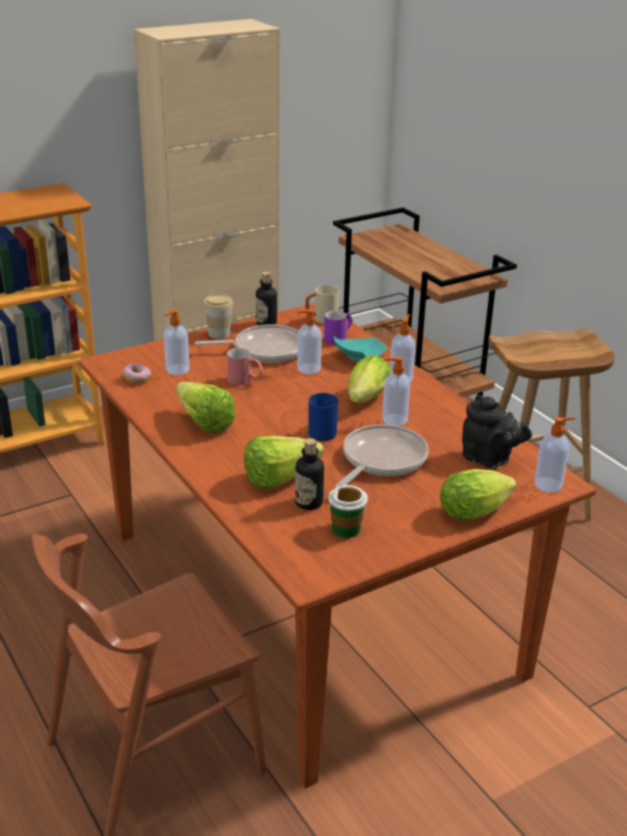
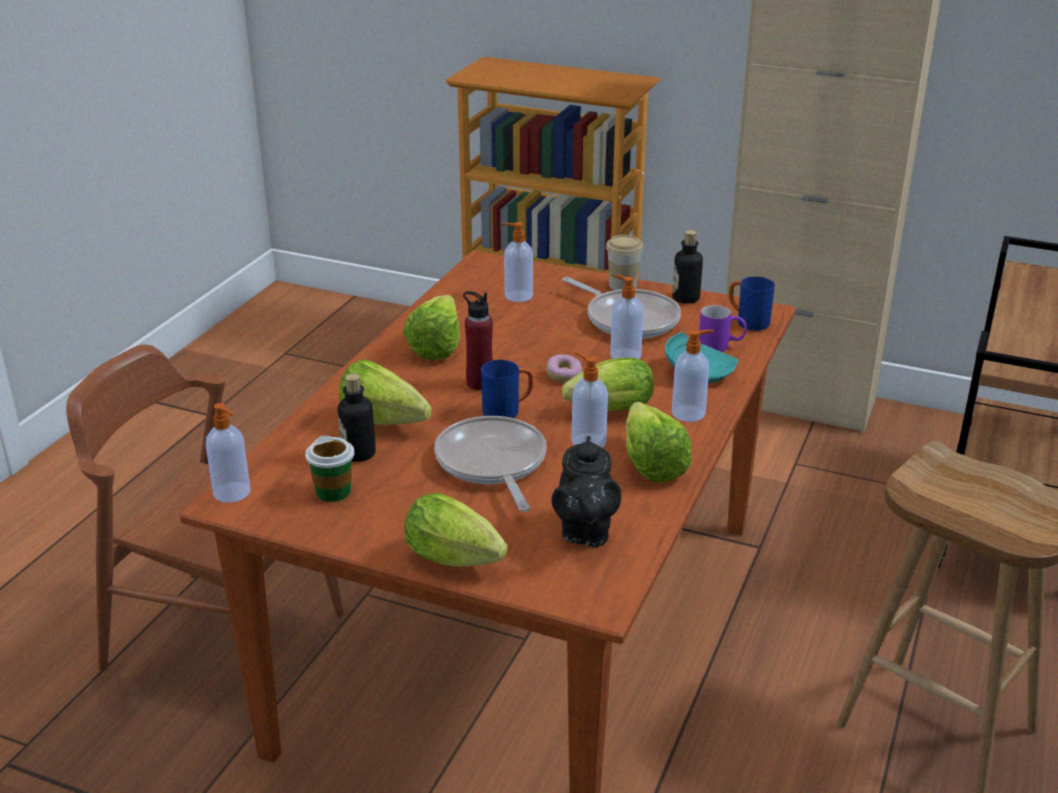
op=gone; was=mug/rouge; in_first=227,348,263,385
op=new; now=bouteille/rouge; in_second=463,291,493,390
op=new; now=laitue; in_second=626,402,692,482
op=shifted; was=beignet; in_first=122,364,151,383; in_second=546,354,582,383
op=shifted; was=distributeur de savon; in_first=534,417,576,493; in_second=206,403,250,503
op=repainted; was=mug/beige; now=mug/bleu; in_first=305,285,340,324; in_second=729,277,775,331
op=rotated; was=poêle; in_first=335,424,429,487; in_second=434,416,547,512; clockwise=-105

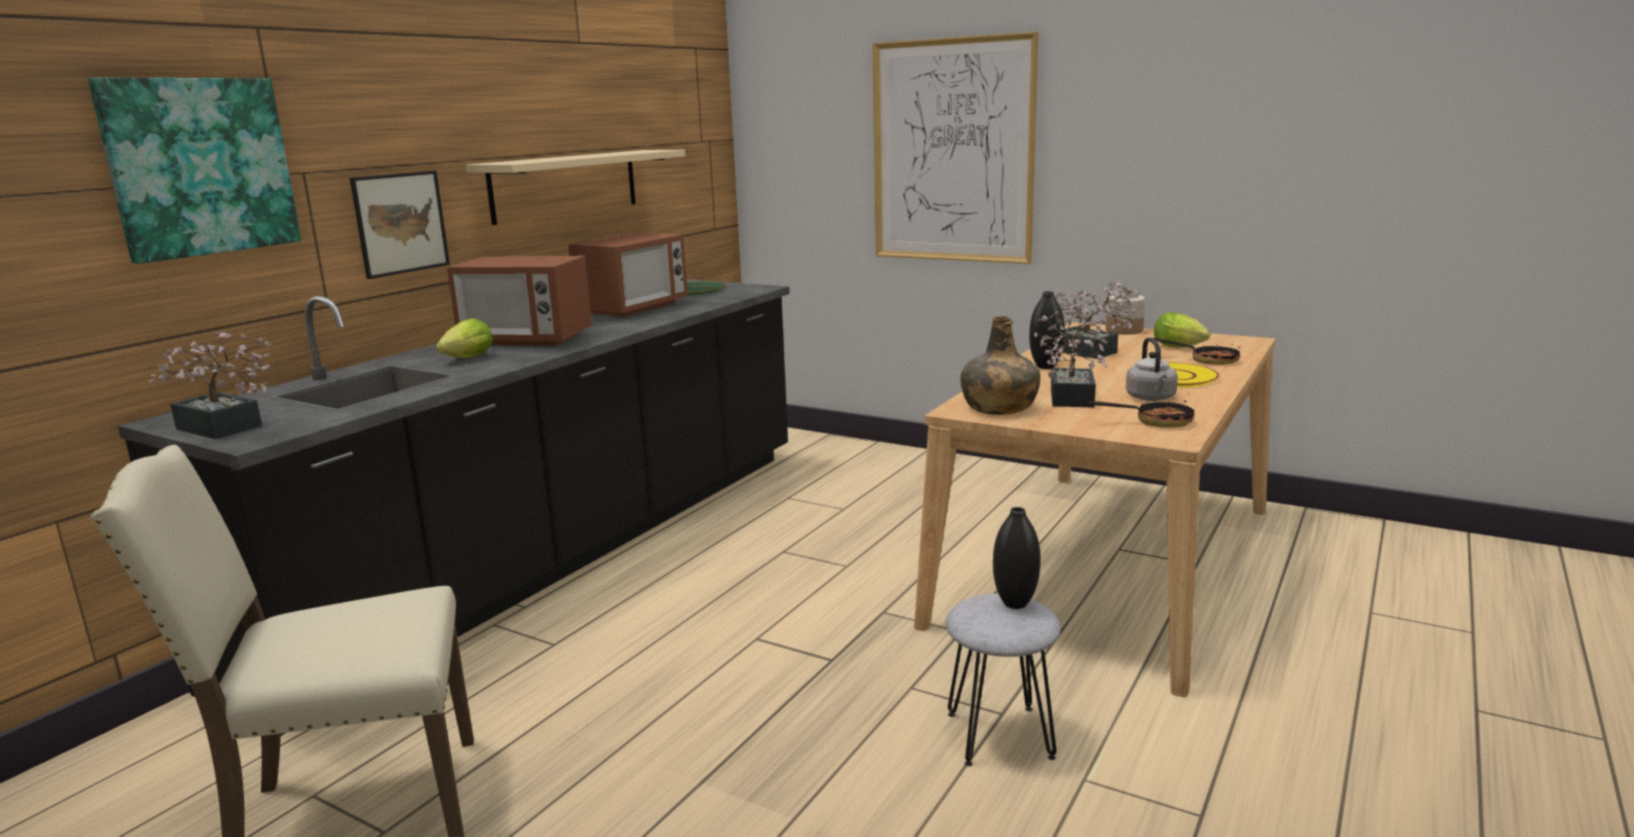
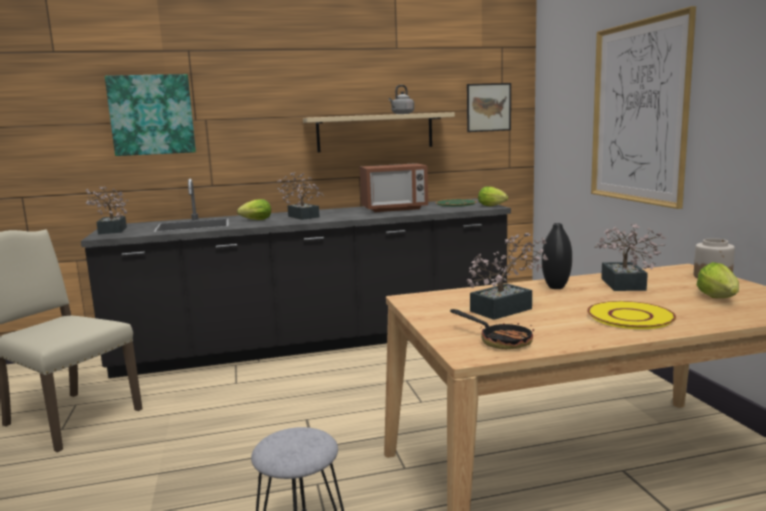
op=gone; was=bouteille/vert; in_first=960,316,1040,415
op=gone; was=vase/noir; in_first=993,507,1041,609
op=gone; was=poêle; in_first=1153,338,1240,365
op=new; now=laitue; in_second=478,186,508,206
op=shifted; was=tableau; in_first=350,171,450,279; in_second=467,83,511,132
op=shifted; was=bouilloire/gris; in_first=1126,337,1178,401; in_second=389,85,414,114
op=swapped; was=micro-ondes; now=plante en pot; in_first=447,256,592,346; in_second=276,172,324,220

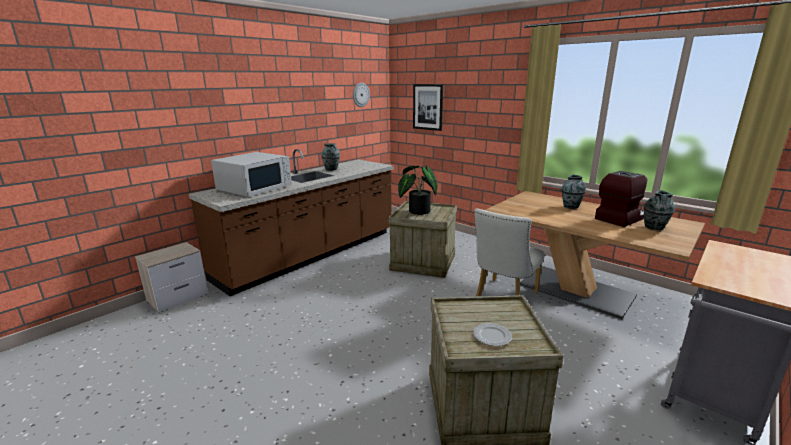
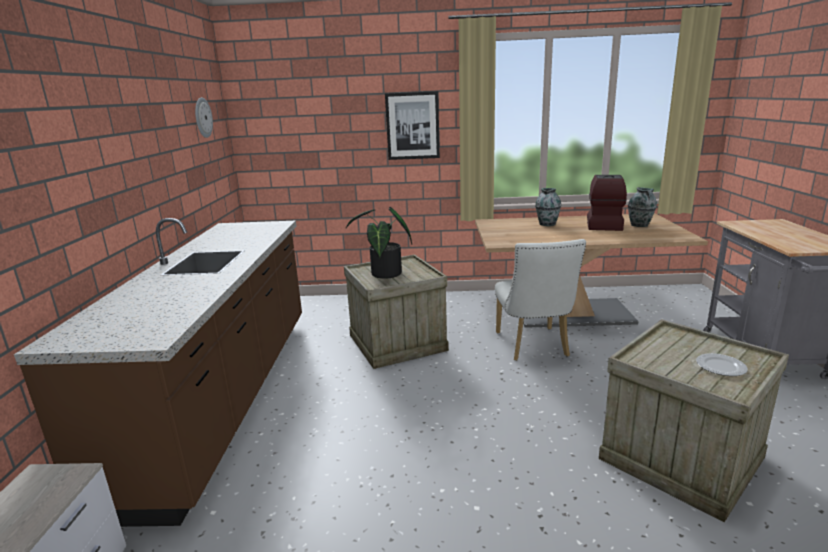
op=gone; was=micro-ondes/blanc; in_first=211,152,292,197
op=gone; was=vase; in_first=321,143,340,171
op=shifted; was=tableau; in_first=413,84,443,131; in_second=385,91,440,160

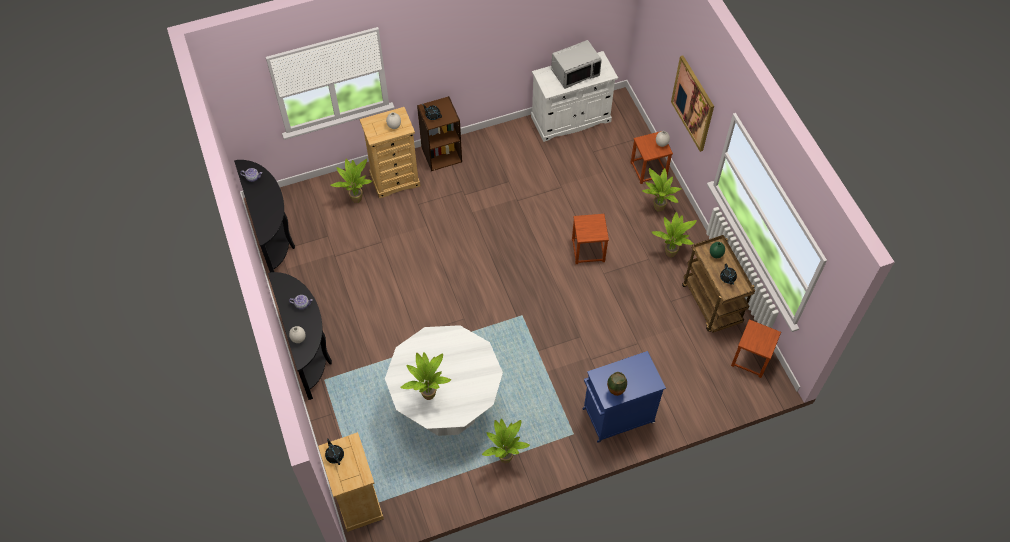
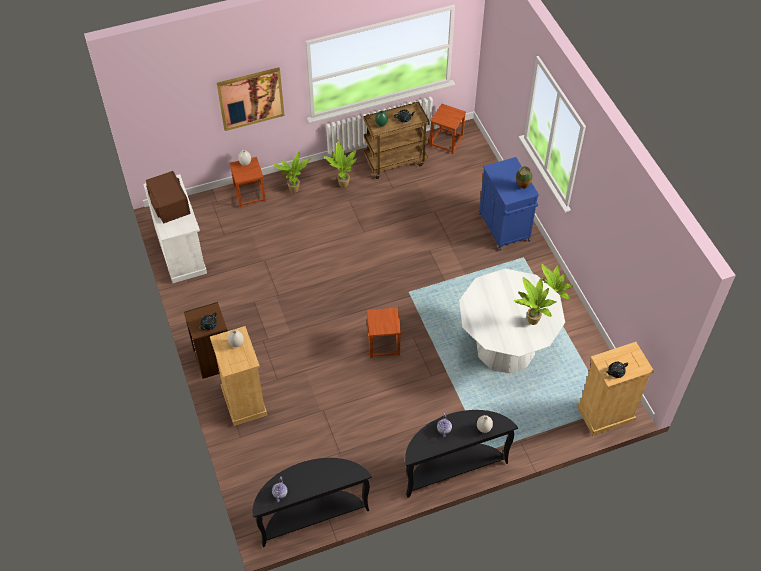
op=gone; was=plante en pot; in_first=331,159,372,203
op=shifted; was=tabouret/marron; in_first=572,214,609,264; in_second=367,308,401,358
op=repainted; was=micro-ondes/gris; now=micro-ondes/marron; in_first=551,40,602,89; in_second=146,171,191,224

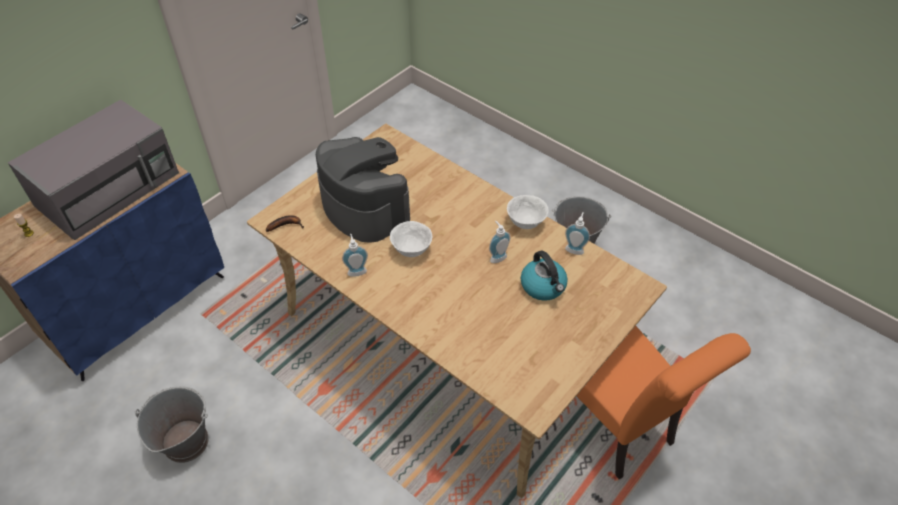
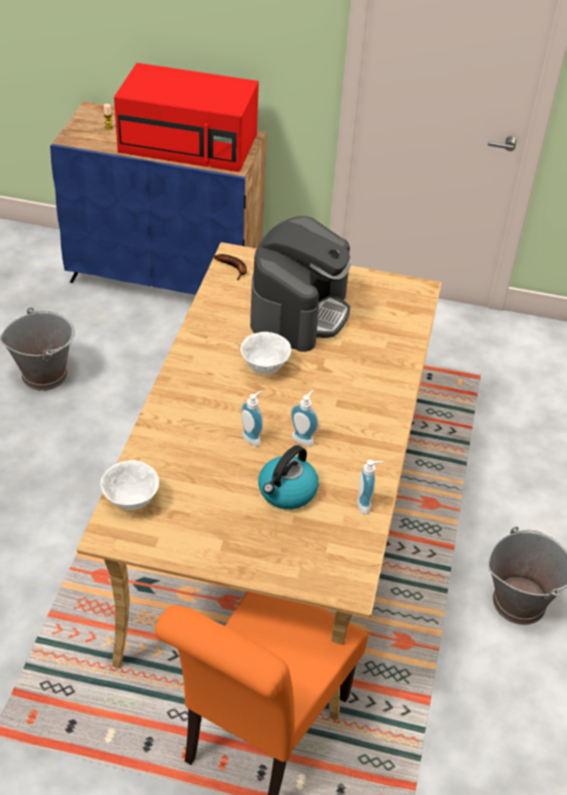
op=shifted; was=distributeur de savon; in_first=342,234,368,277; in_second=241,391,263,446
op=shifted; was=bol/blanc; in_first=507,195,549,229; in_second=100,460,159,510
op=repainted; was=micro-ondes/gris; now=micro-ondes/rouge; in_first=8,100,179,240; in_second=114,63,259,172

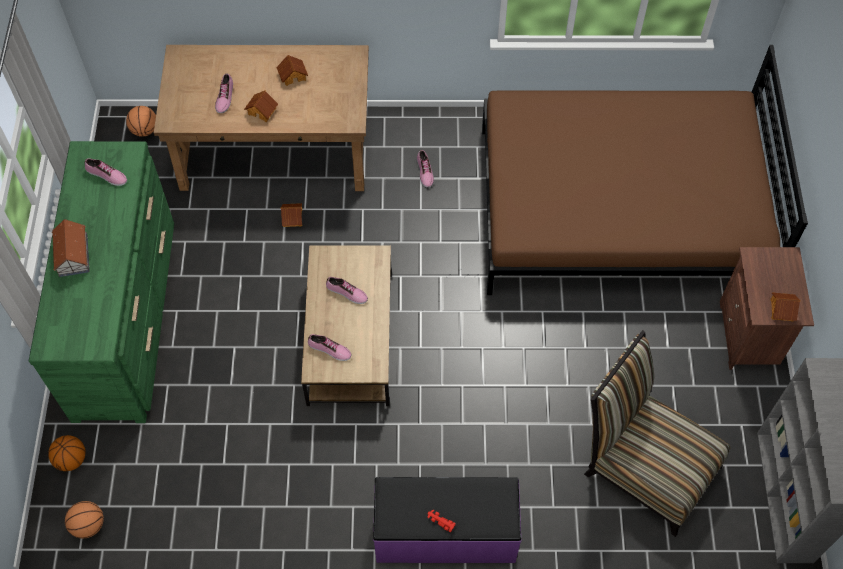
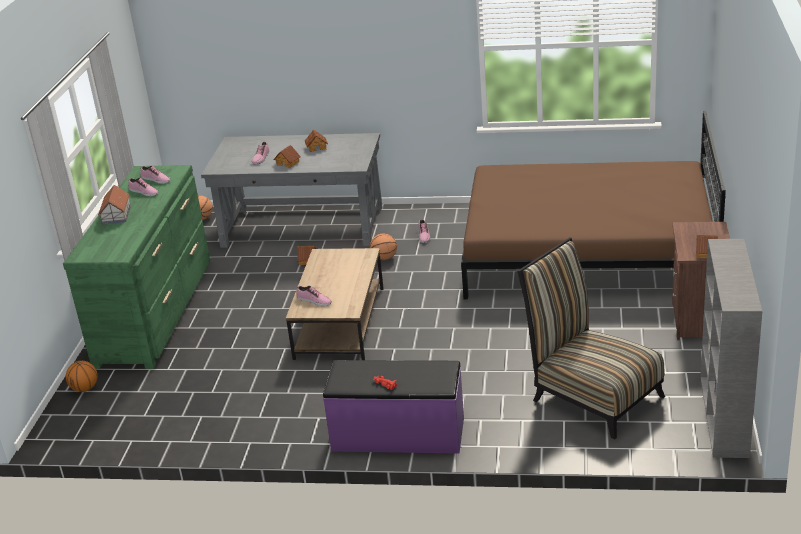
op=shifted; was=ballon de basket; in_first=65,501,104,538; in_second=370,234,397,260
op=shifted; was=chaussure; in_first=326,277,368,304; in_second=128,178,159,196
op=repainted; was=bureau/marron; now=bureau/gris; in_first=154,45,369,191; in_second=201,133,382,248

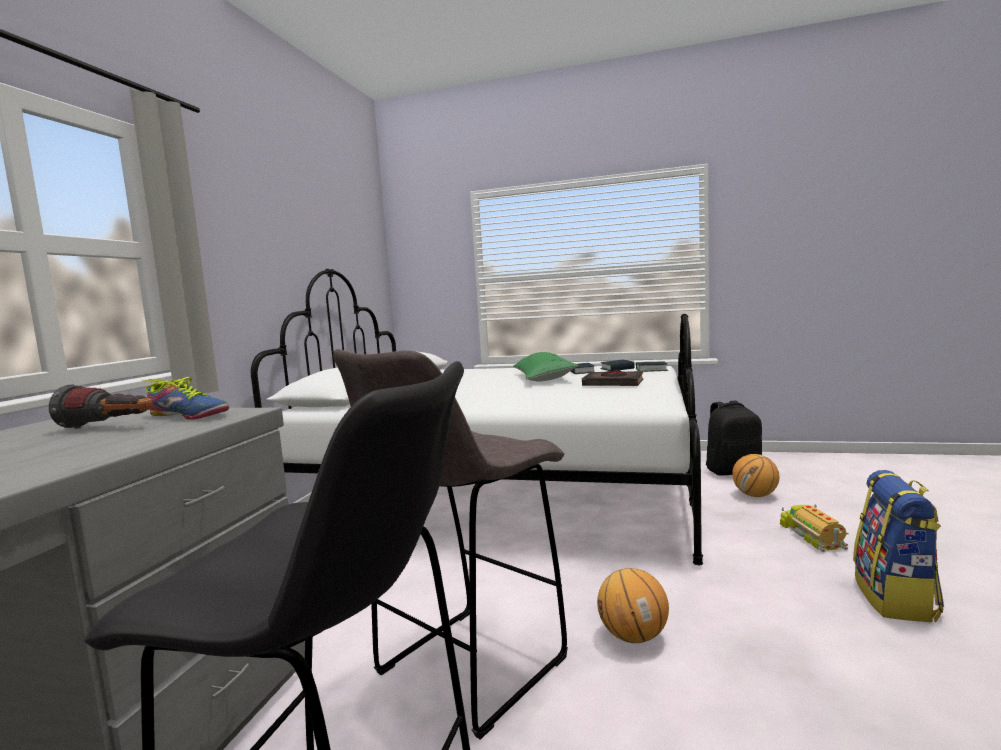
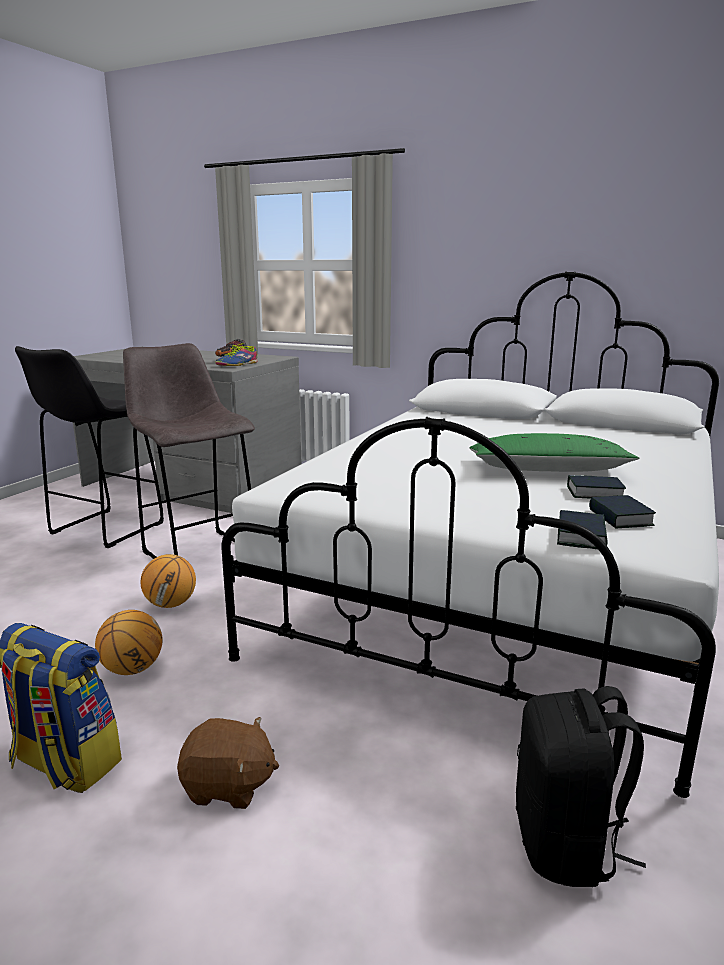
op=gone; was=livre/noir; in_first=582,369,643,386
op=shifted; was=ballon de basket; in_first=732,454,779,497; in_second=95,610,163,675
op=swapped; was=camion jouet; now=peluche/marron; in_first=780,505,849,552; in_second=177,717,279,809

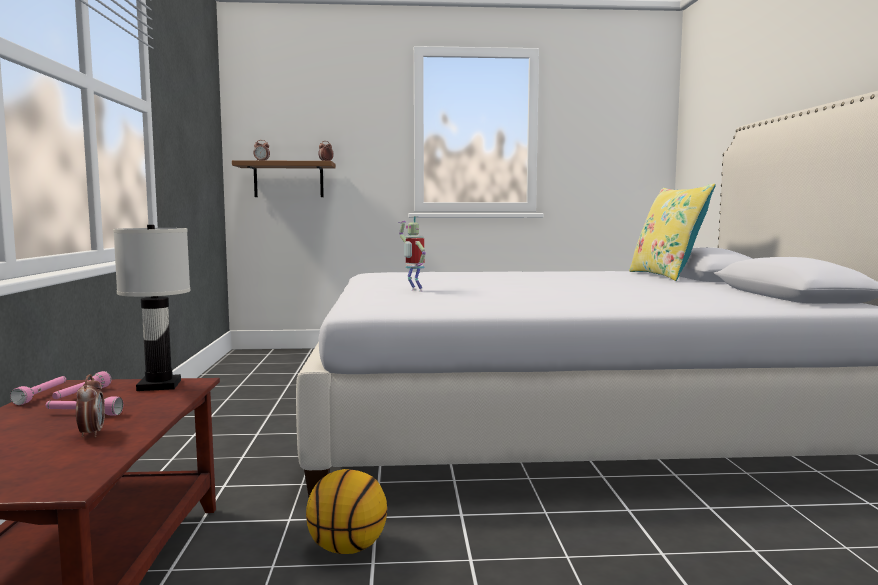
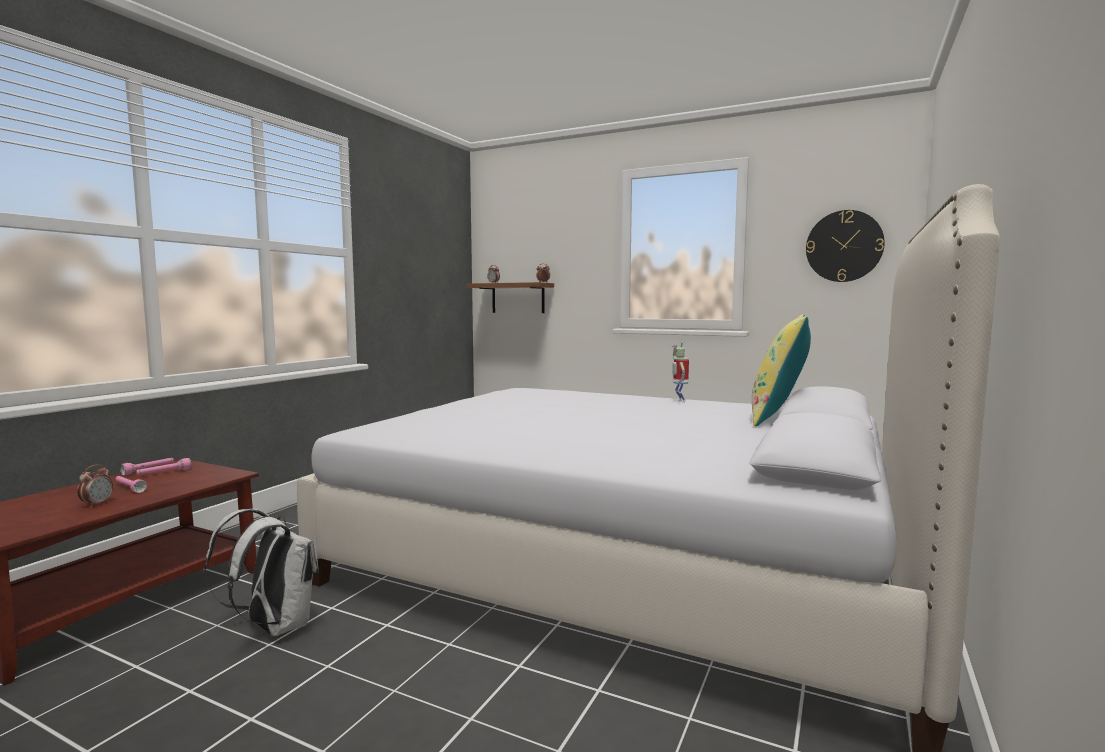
op=gone; was=lampe de table/blanc; in_first=113,225,190,391
op=new; now=horloge murale; in_second=806,210,885,282
op=shifted; was=robot jouet; in_first=399,216,426,292; in_second=671,342,689,402
op=swapped; was=ballon de basket; now=sac à dos/blanc; in_first=306,469,387,554; in_second=205,509,319,636

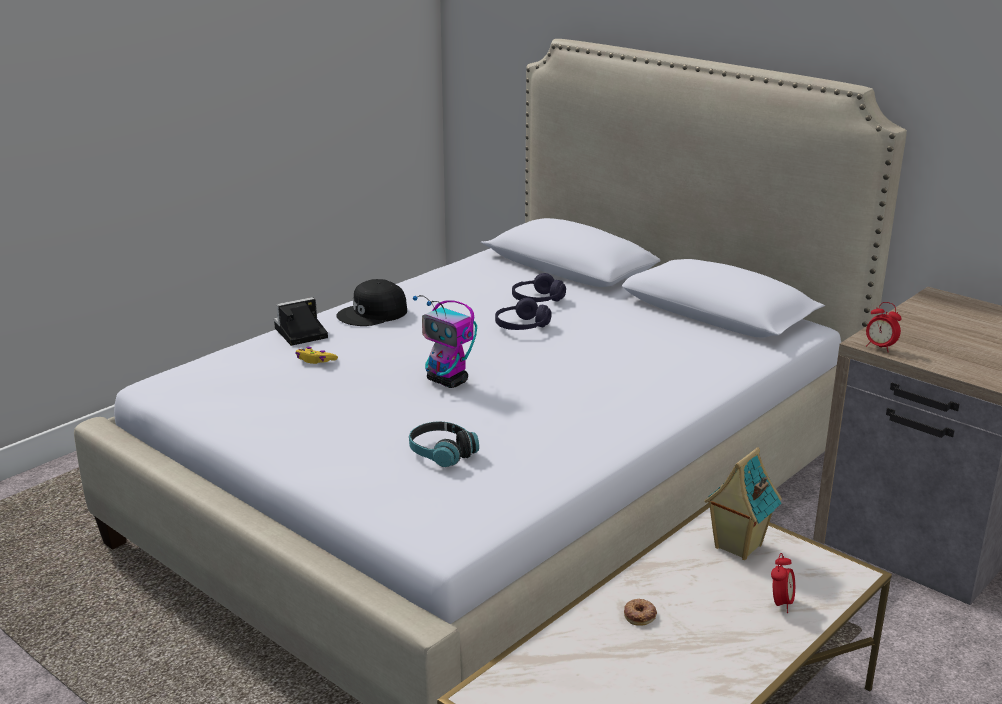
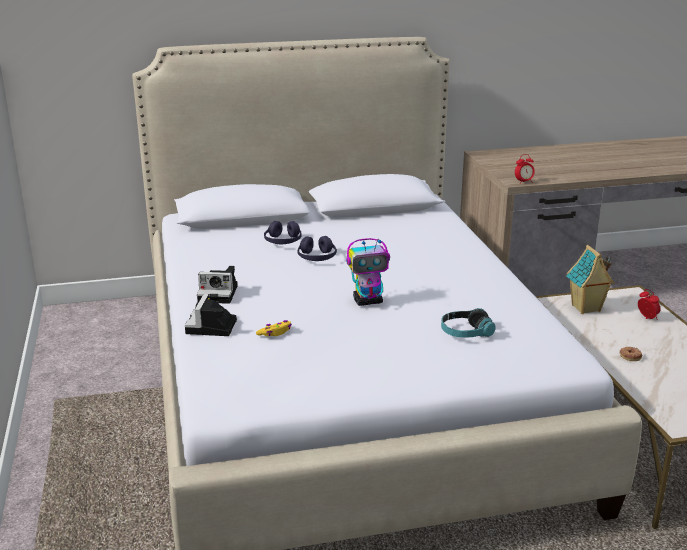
op=swapped; was=casquette/noir; now=appareil photo; in_first=336,279,407,326; in_second=197,266,238,304

